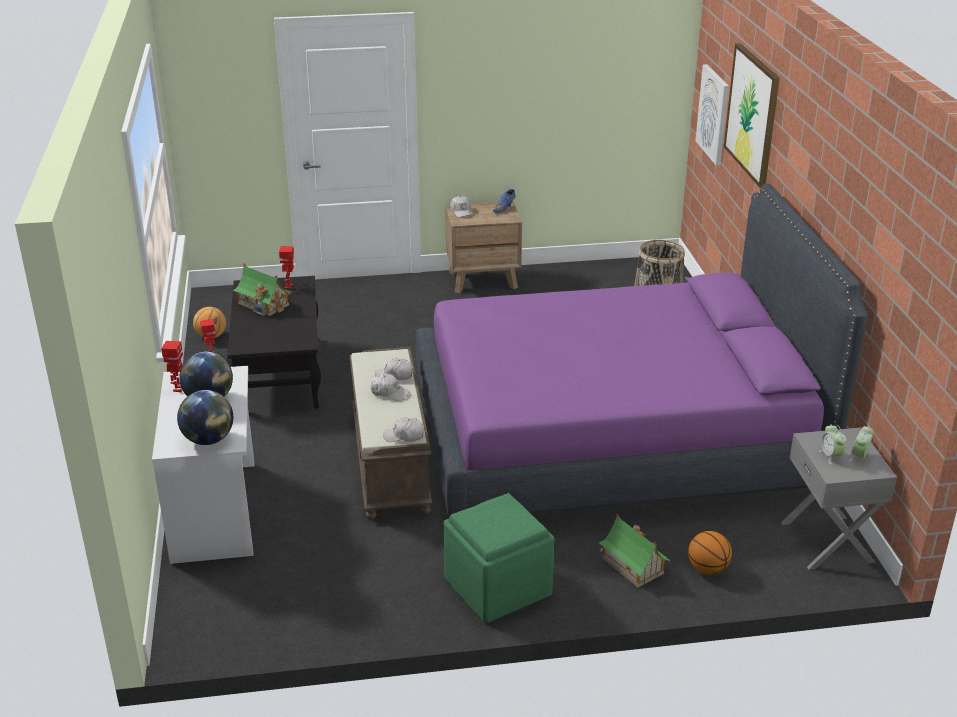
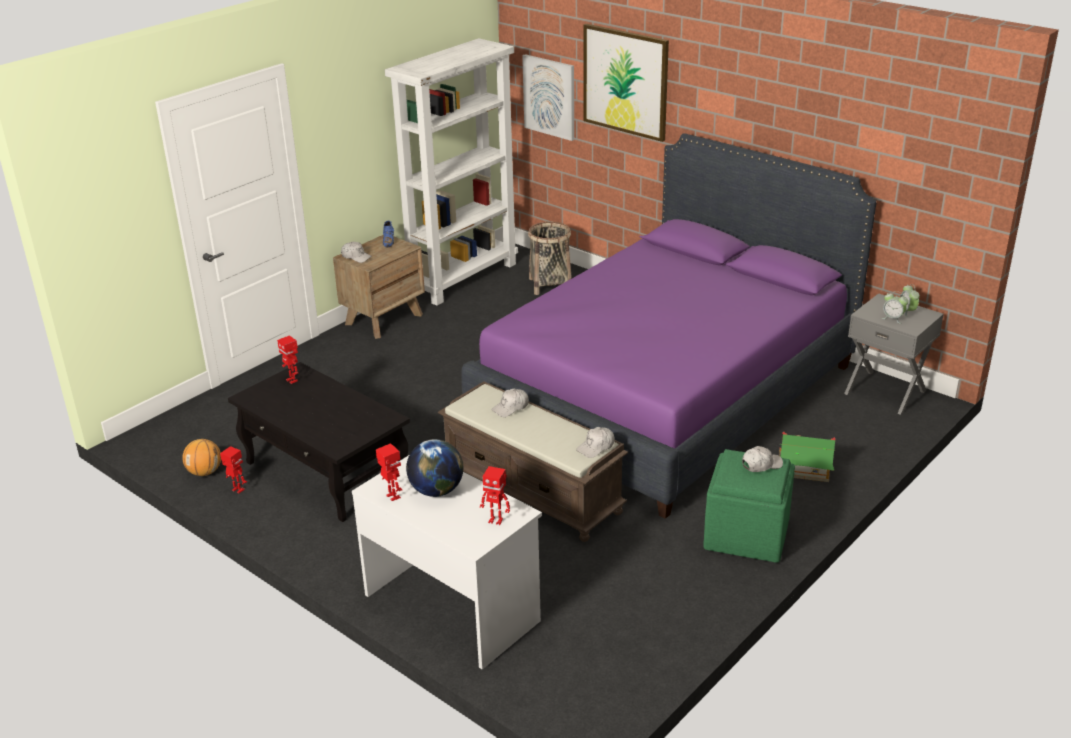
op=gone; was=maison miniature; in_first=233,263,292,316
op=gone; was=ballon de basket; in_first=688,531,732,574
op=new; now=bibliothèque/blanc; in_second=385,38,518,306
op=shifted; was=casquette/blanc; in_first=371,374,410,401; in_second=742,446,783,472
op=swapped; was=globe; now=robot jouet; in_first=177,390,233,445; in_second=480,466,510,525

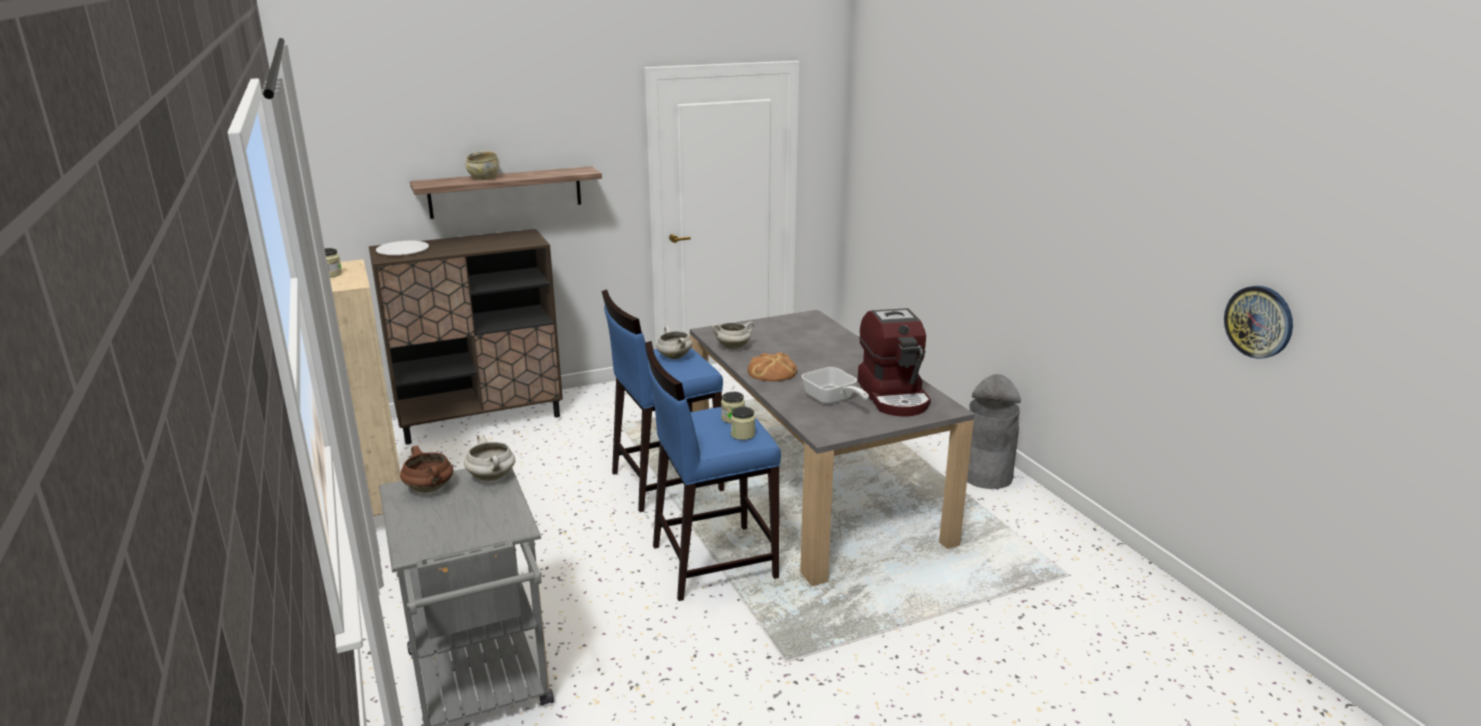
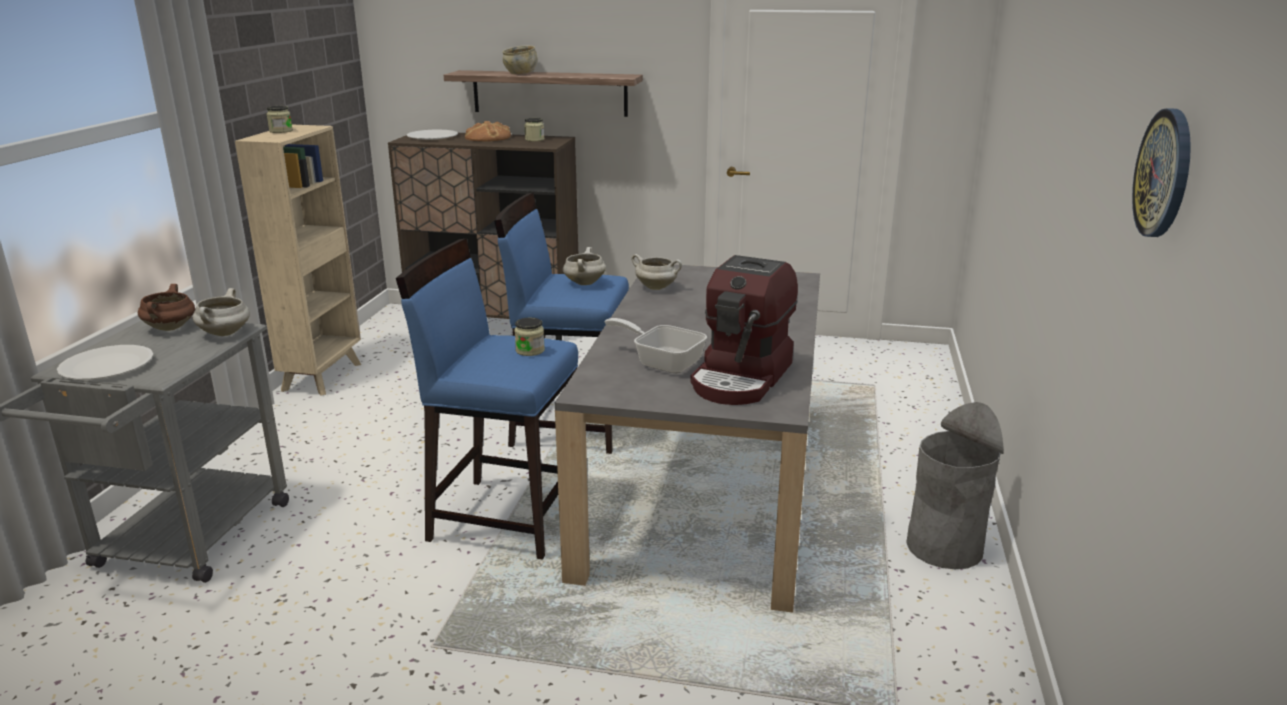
op=new; now=assiette/blanc; in_second=57,345,154,380
op=shifted; was=bocal; in_first=731,407,755,440; in_second=524,118,544,141
op=shifted; was=pain; in_first=748,352,797,381; in_second=465,121,511,142
op=shifted; was=horloge murale; in_first=1224,286,1293,359; in_second=1132,108,1191,237
op=rotated; was=poêle; in_first=802,367,869,404; in_second=605,318,707,374; clockwise=120

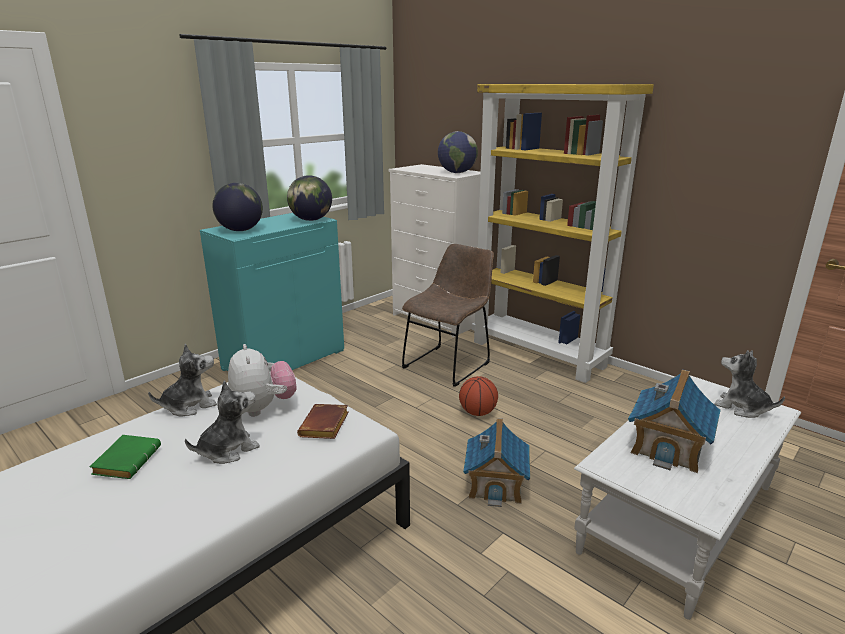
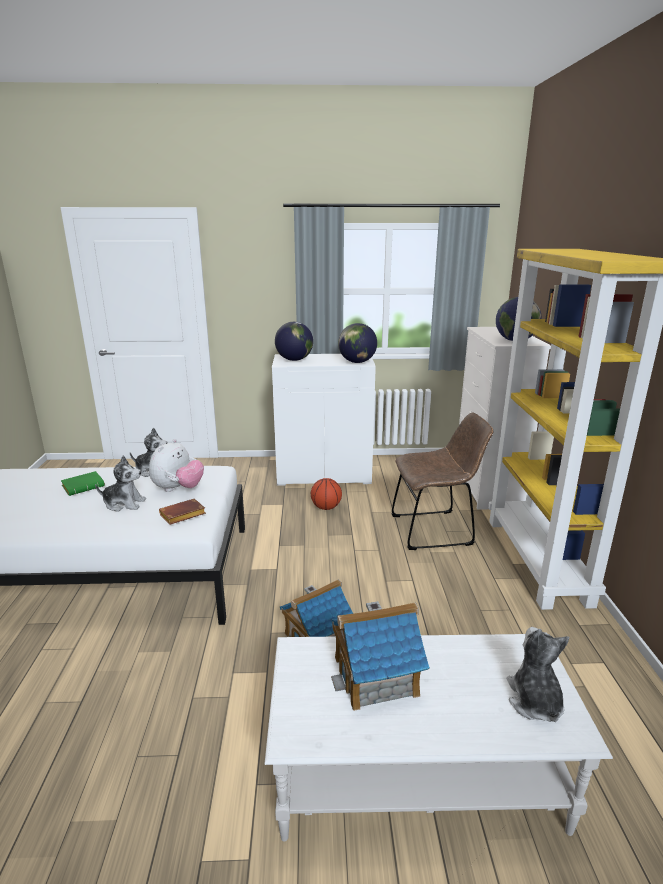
op=shifted; was=ballon de basket; in_first=459,376,498,416; in_second=311,478,342,510
op=repainted; was=meuble de rangement/turquoise; now=meuble de rangement/blanc; in_first=200,213,344,371; in_second=272,354,376,486

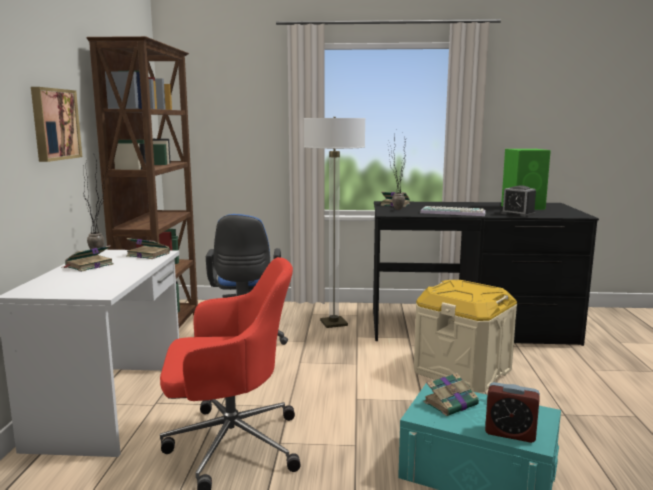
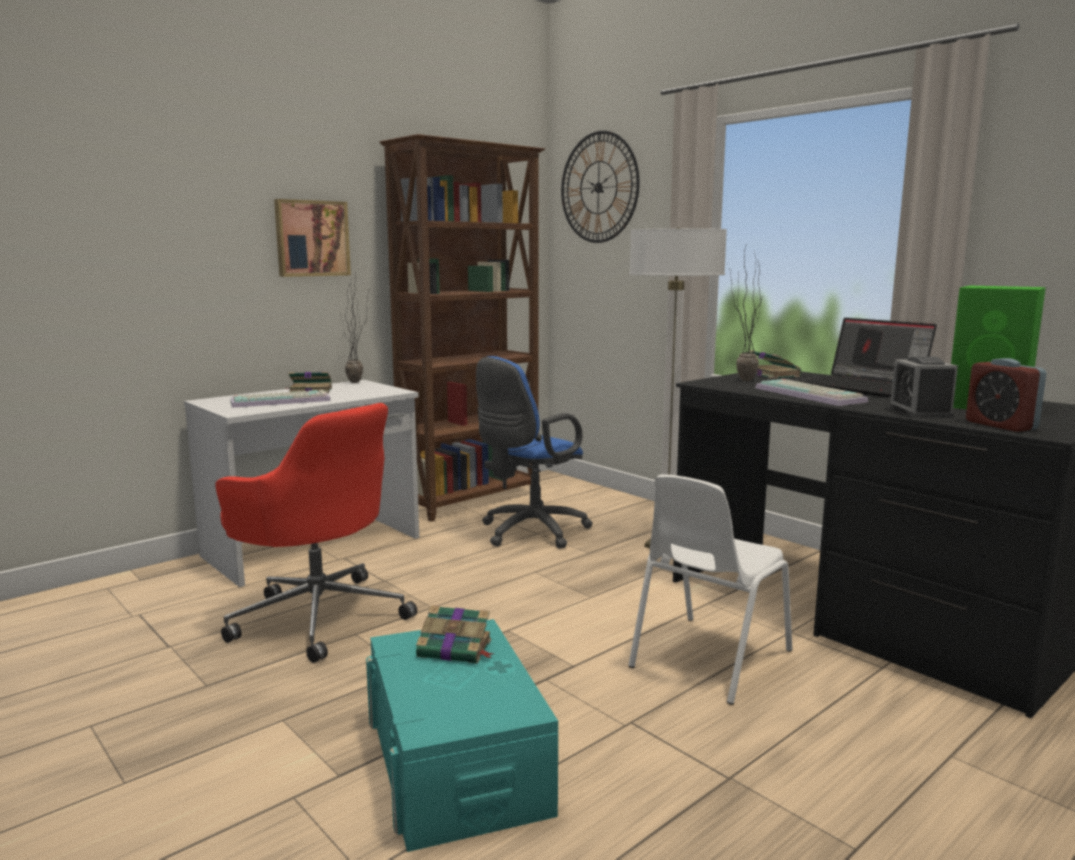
op=gone; was=livre; in_first=126,238,170,259
op=new; now=clavier; in_second=231,390,331,408
op=new; now=horloge murale; in_second=561,131,640,243
op=new; now=ordinateur portable; in_second=798,318,937,397
op=shifted; was=réveil; in_first=485,382,540,443; in_second=966,358,1047,432
op=swapped; was=boîte de rangement/beige; now=chaise/blanc; in_first=414,280,517,392; in_second=628,474,792,705

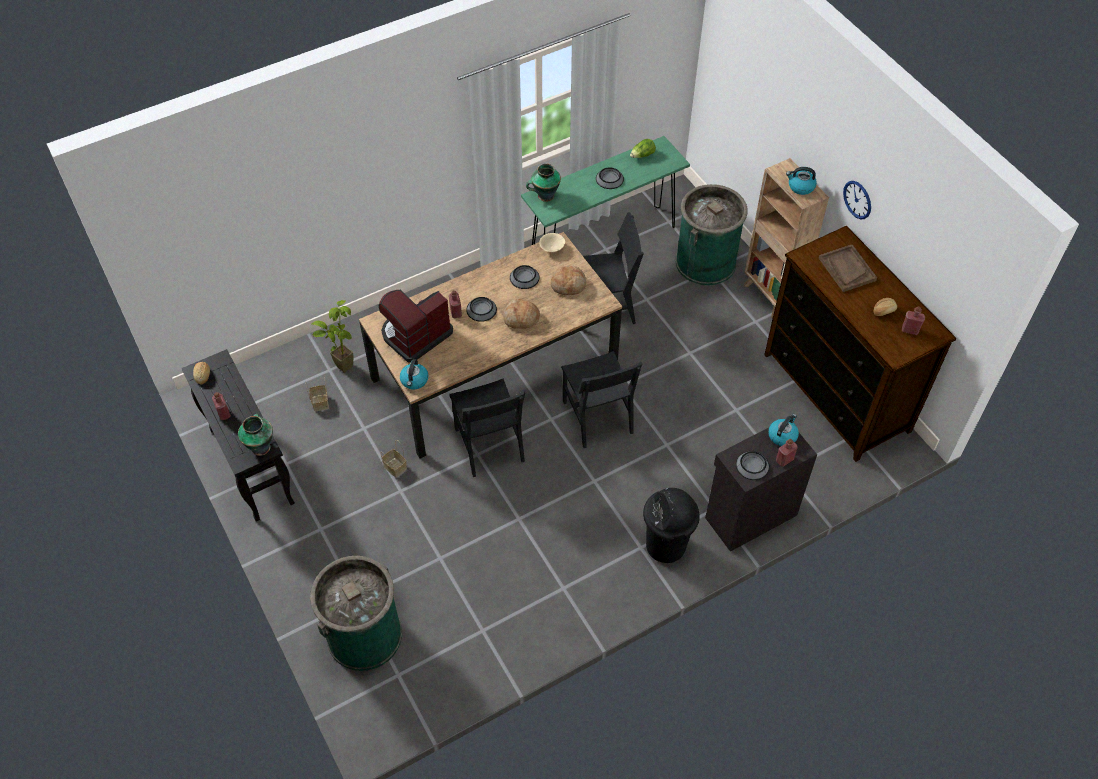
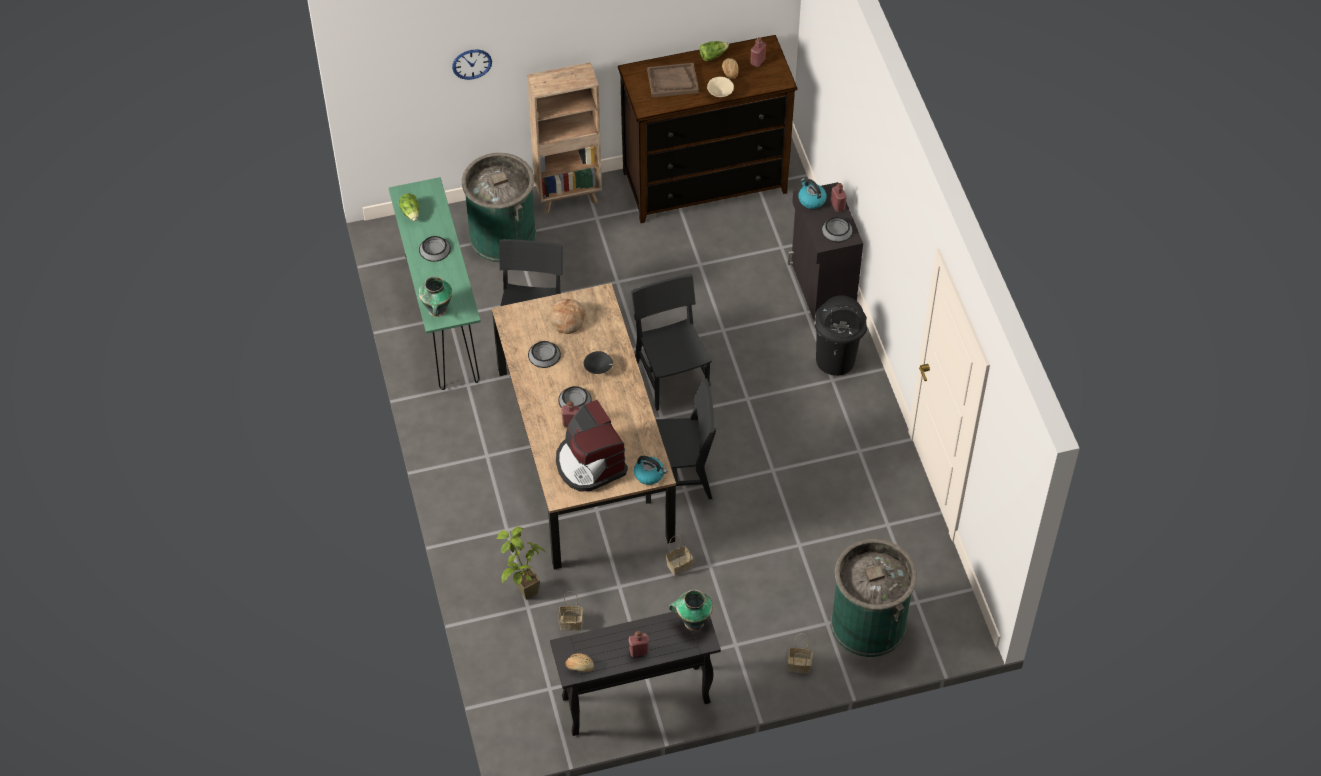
op=gone; was=bouilloire; in_first=786,167,817,195
op=new; now=laitue; in_second=699,41,729,61
op=new; now=panier; in_second=788,634,812,674
op=shifted; was=bol/beige; in_first=539,233,565,252; in_second=707,77,734,97
op=shifted; was=horloge murale; in_first=843,181,871,219; in_second=452,49,492,80
op=swapped; was=pain; now=bol/noir; in_first=503,299,540,329; in_second=584,351,613,374
op=rotated; was=chaise/noir; in_first=561,351,643,448; in_second=631,274,712,411; clockwise=-105

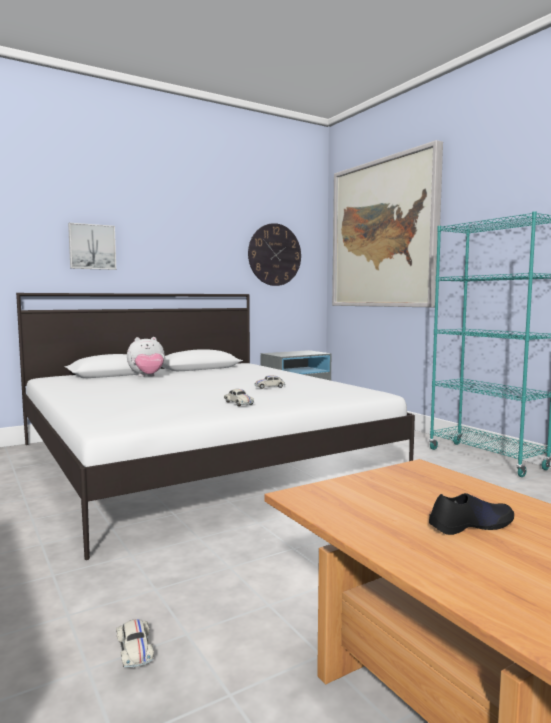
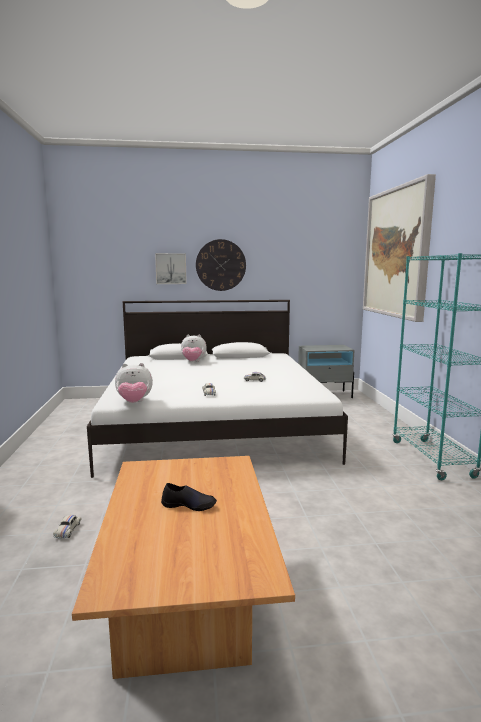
op=new; now=peluche; in_second=115,363,153,403
op=shifted; was=horloge murale; in_first=248,223,301,286; in_second=196,239,246,291

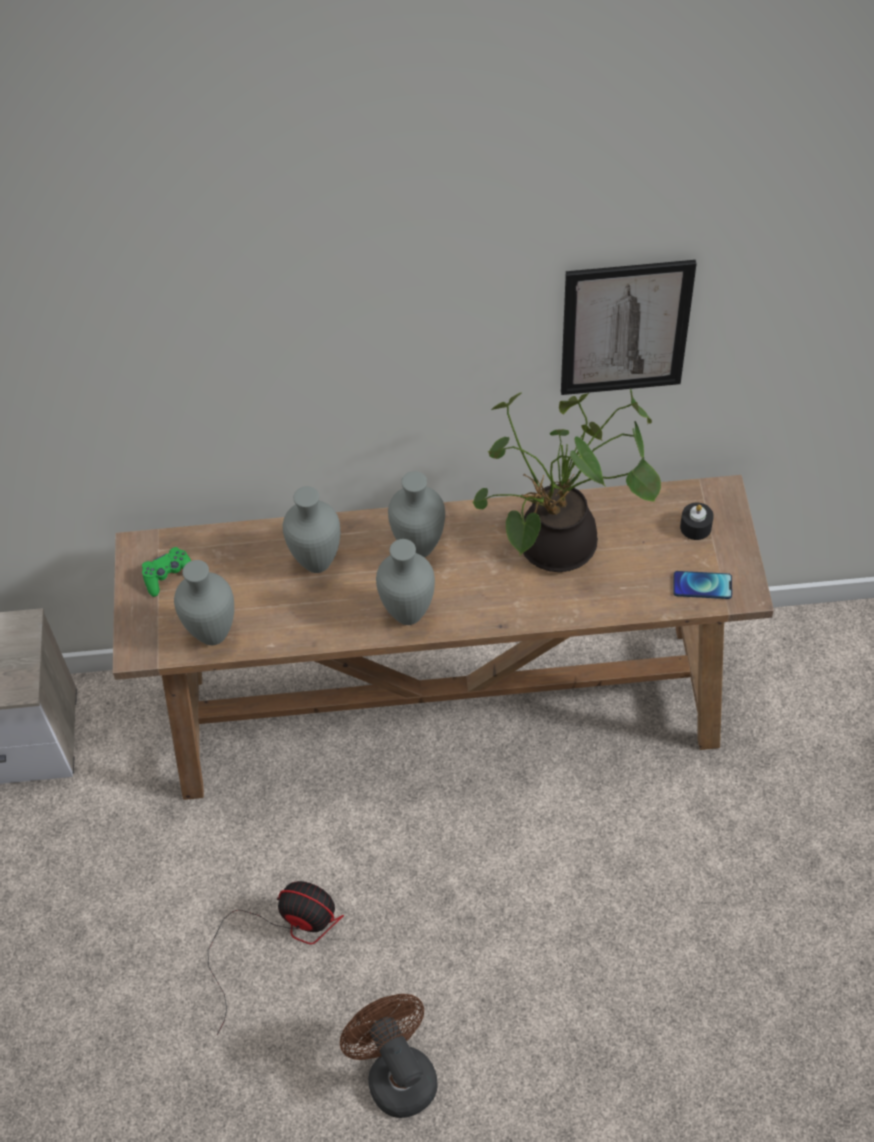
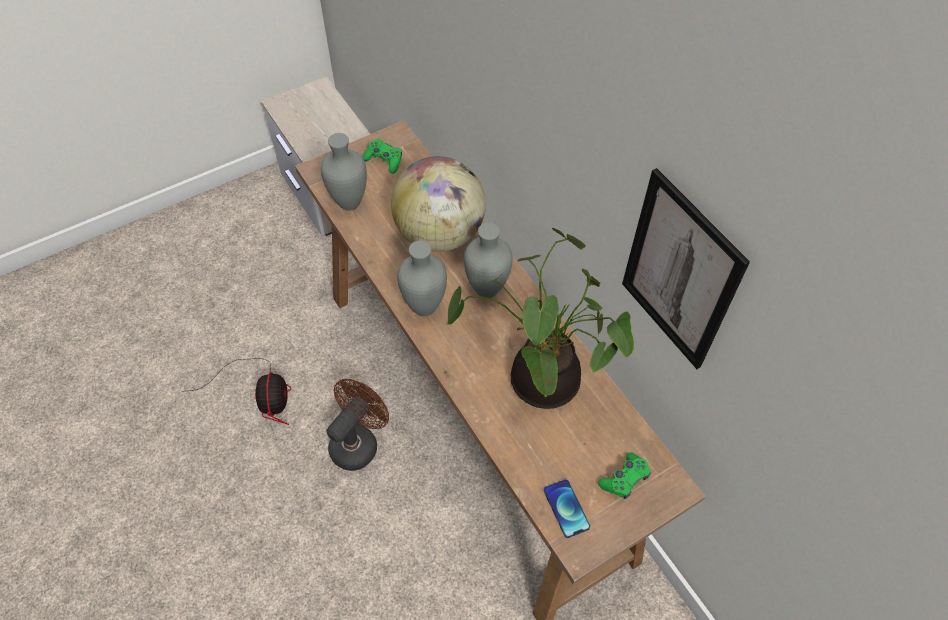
op=shifted; was=ventilateur/marron; in_first=340,994,438,1118; in_second=326,379,389,471
op=swapped; was=vase/gris; now=globe; in_first=283,486,340,573; in_second=391,156,486,252
op=swapped; was=bougie/noir; now=manette/vert; in_first=680,503,714,540; in_second=598,452,651,499

